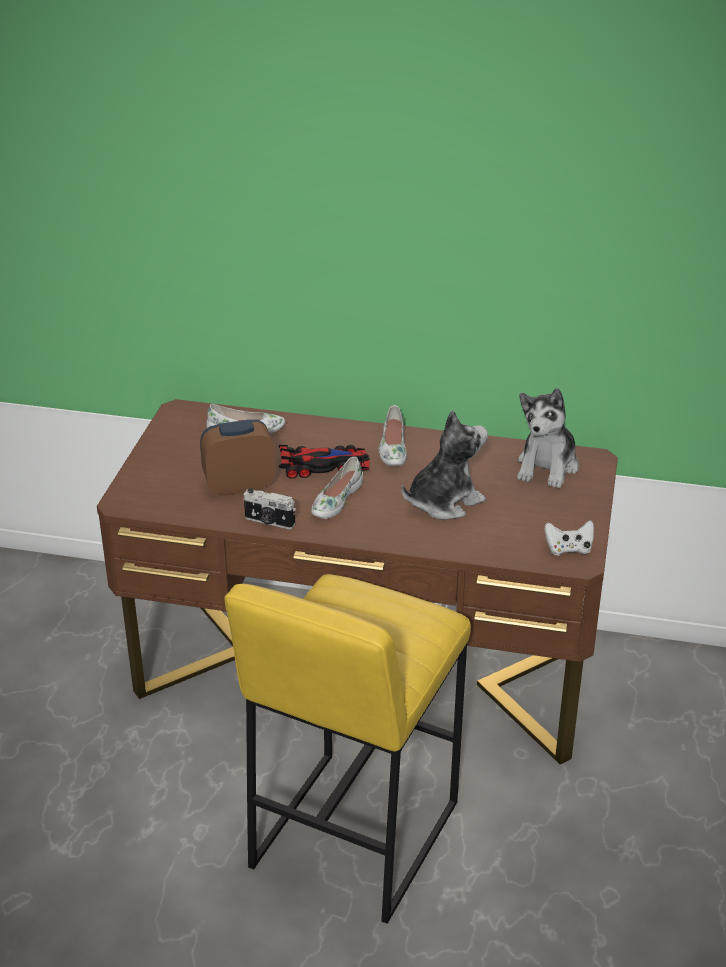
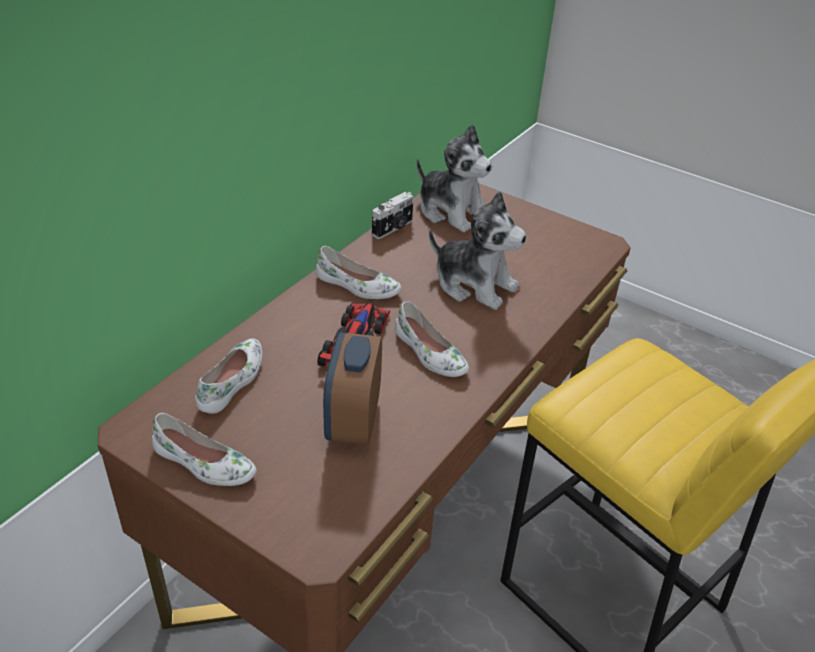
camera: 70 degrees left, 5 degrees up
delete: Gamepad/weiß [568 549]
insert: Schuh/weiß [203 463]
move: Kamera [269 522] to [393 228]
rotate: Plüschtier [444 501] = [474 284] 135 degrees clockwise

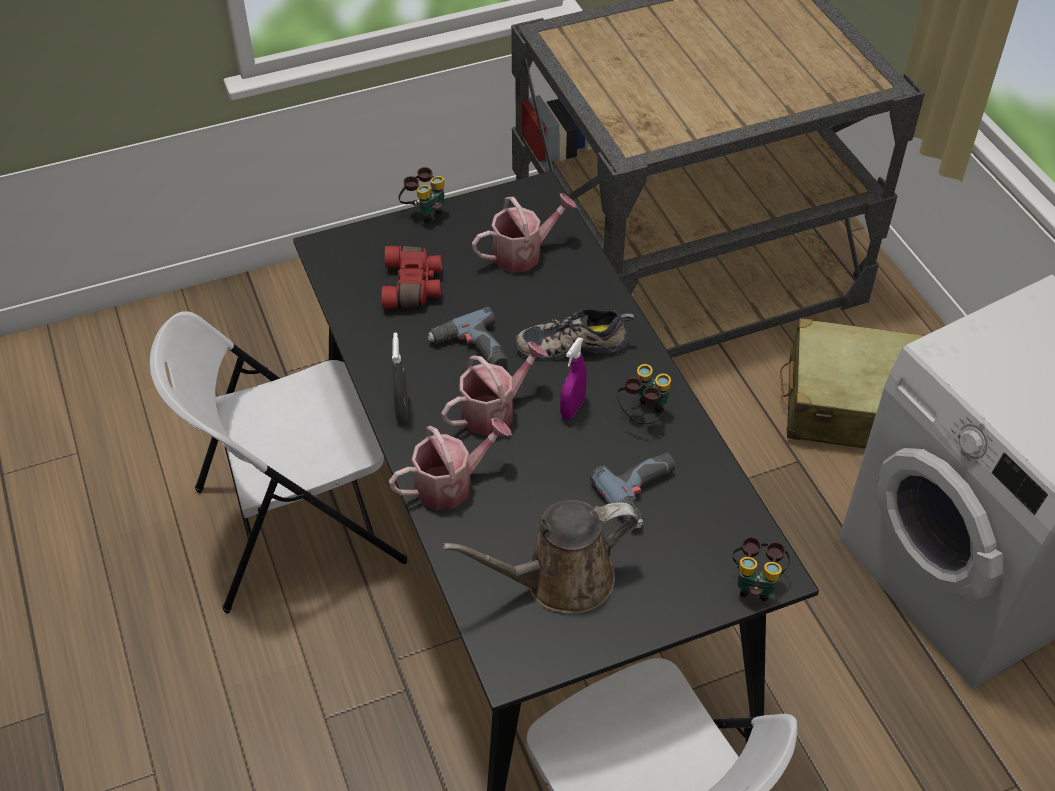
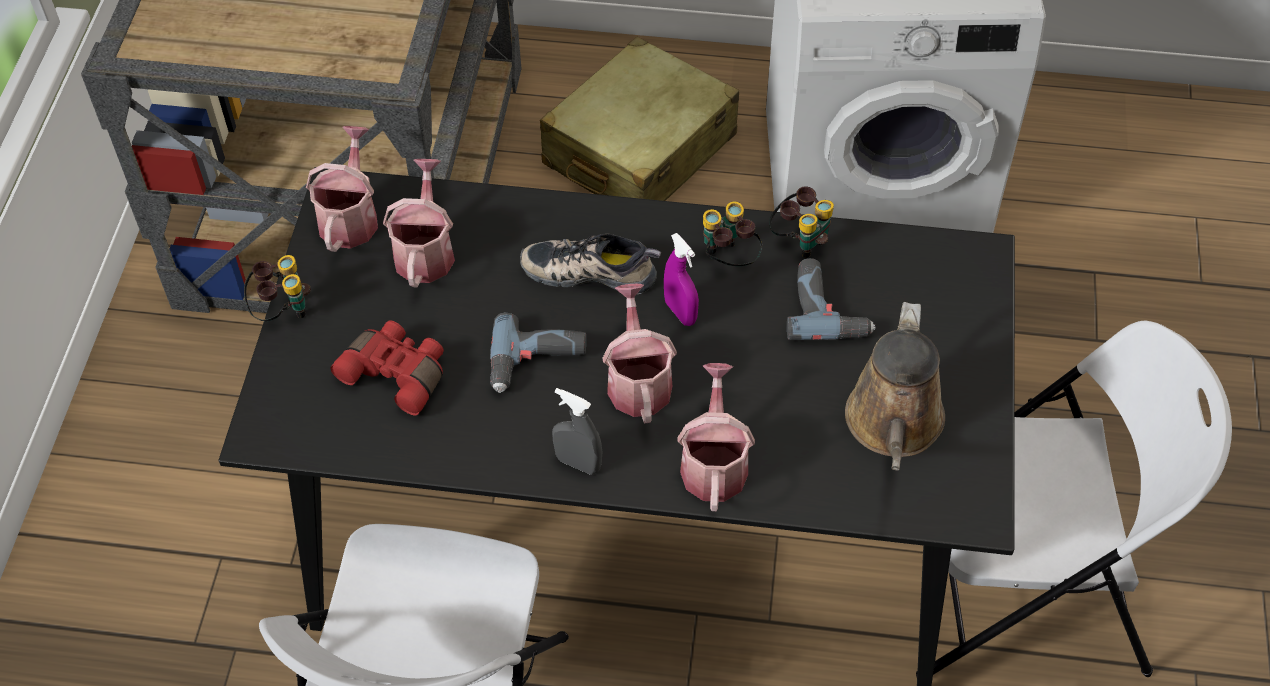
camera: 60 degrees left, 5 degrees up
insert: Gießkanne [350 217]
move: Fernglas [756 583] to [800 240]
rotate: Schuh [573 343] = [591 270] 75 degrees clockwise

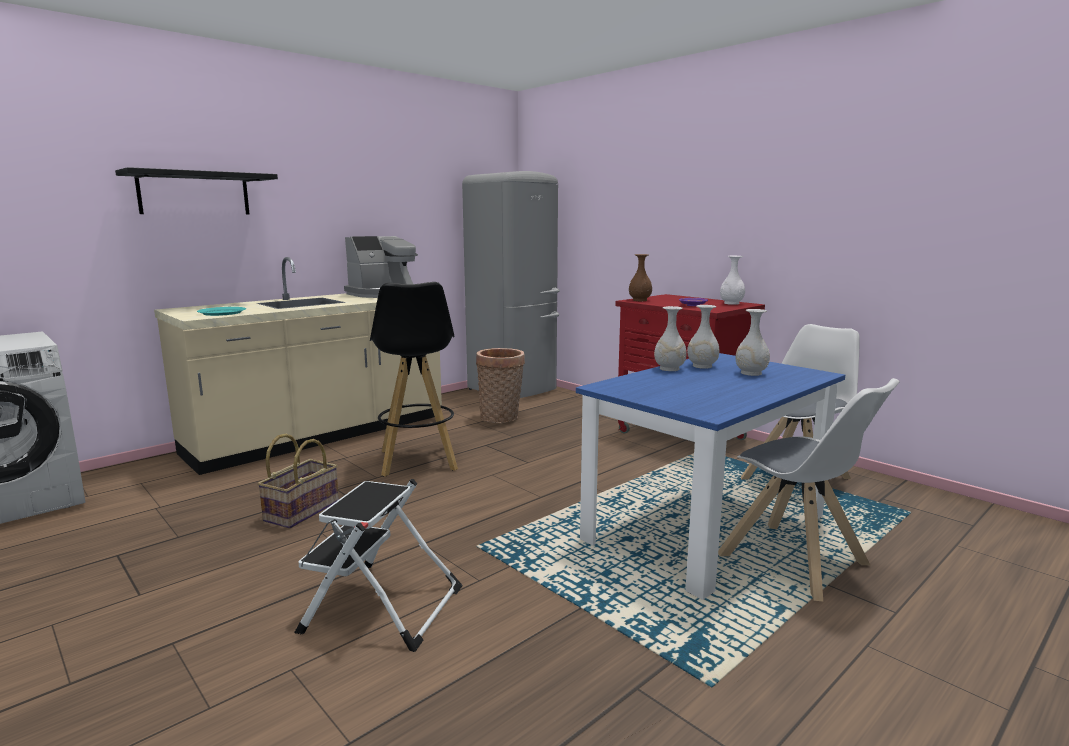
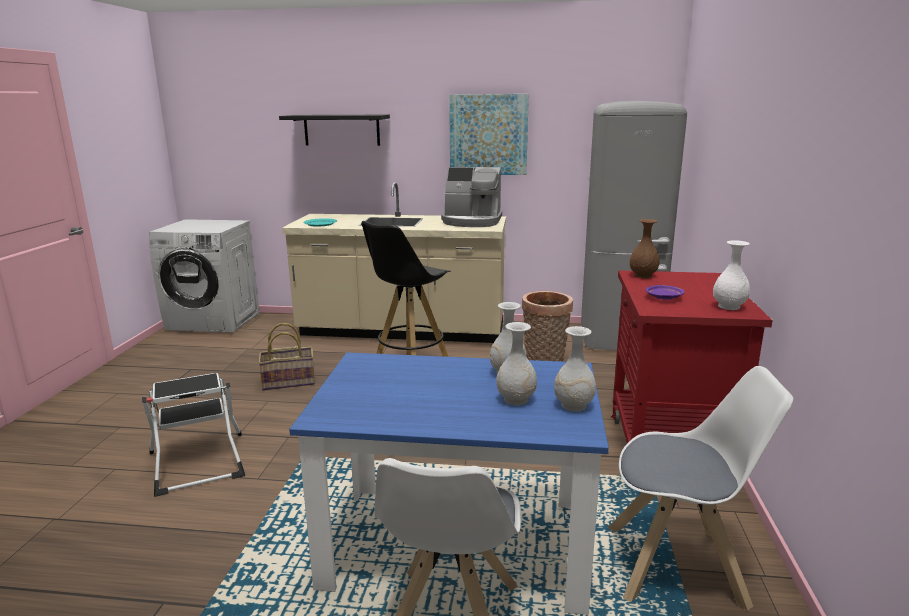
camera: 50 degrees right, 5 degrees up
insert: Bild [488 134]
move: Vase/weiß [669 369] to [573 405]

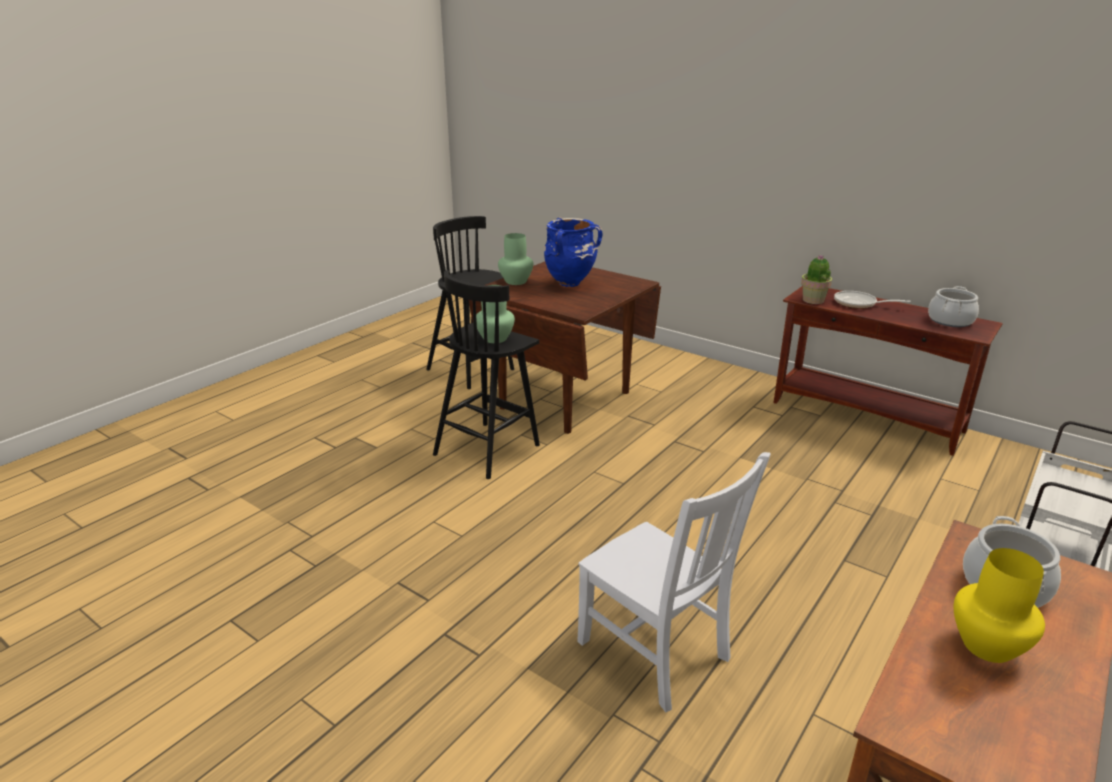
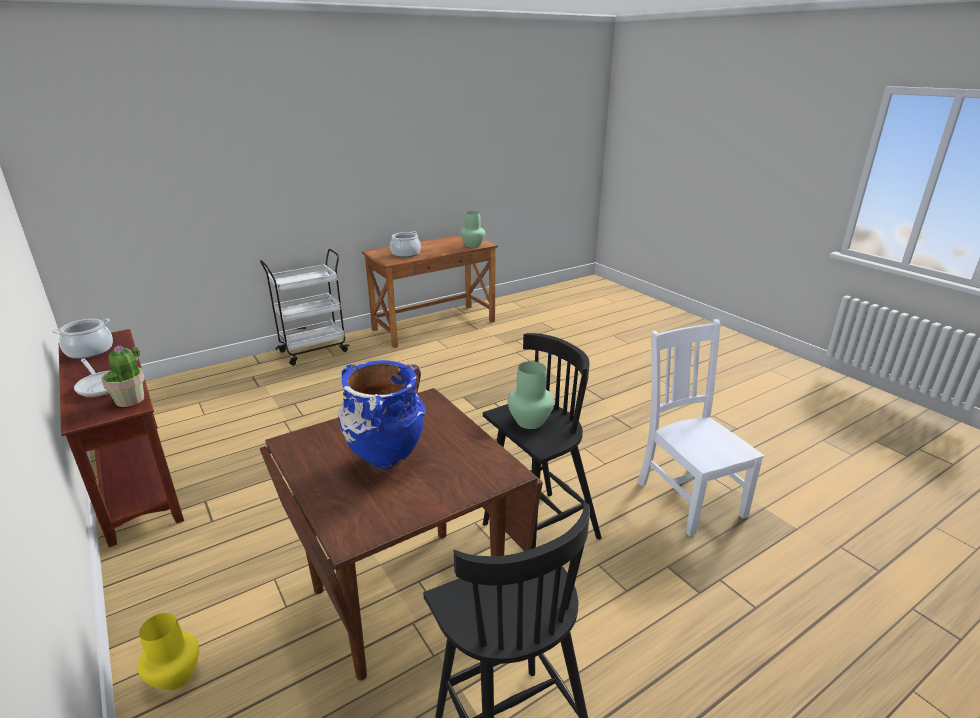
camera: 160 degrees left, 0 degrees up
move: Vase/gelb [987 644] to [175 676]; Vase/grün [515 282] to [473 245]; Stuhl/weiß [657 653] to [688 496]

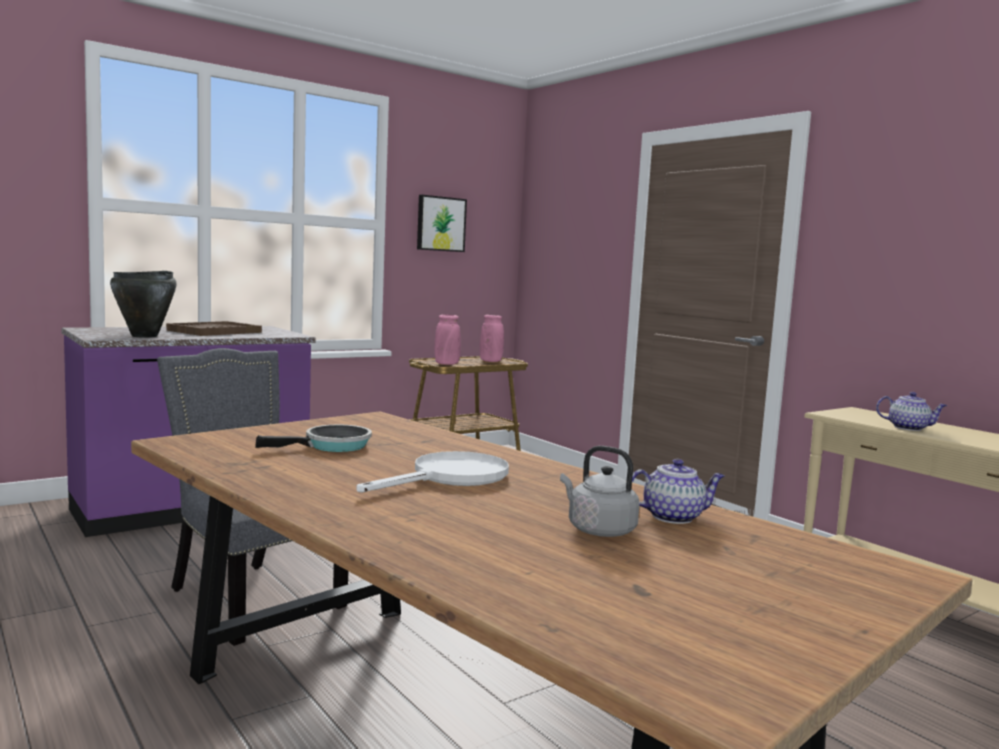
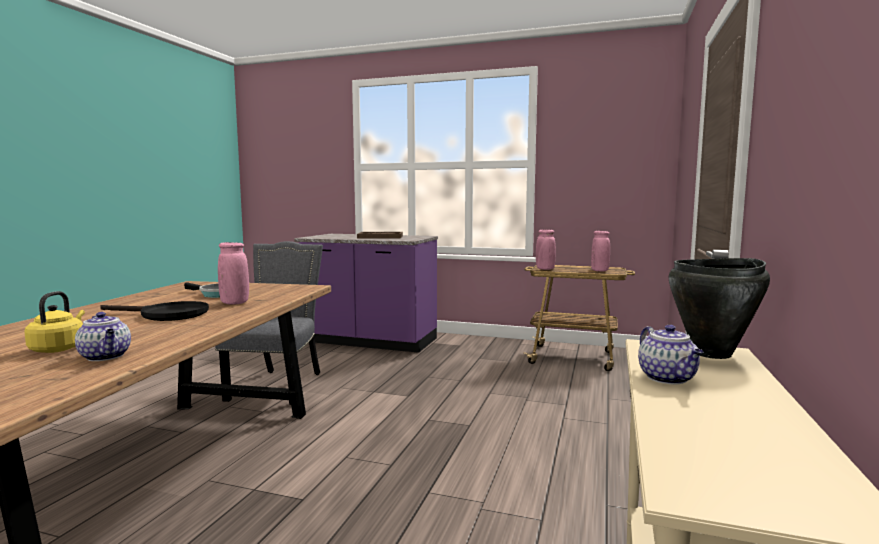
camera: 55 degrees right, 0 degrees up
delete: Bild [440 224]
insert: Vase/rosa [234 303]
move: Kochtopf/schwarz [145 336] to [713 354]
recolor: Wasserkessel/grau [598 530] to Wasserkessel/gelb [59 348]; Pfanne/weiß [450 478] to Pfanne/schwarz [166 315]

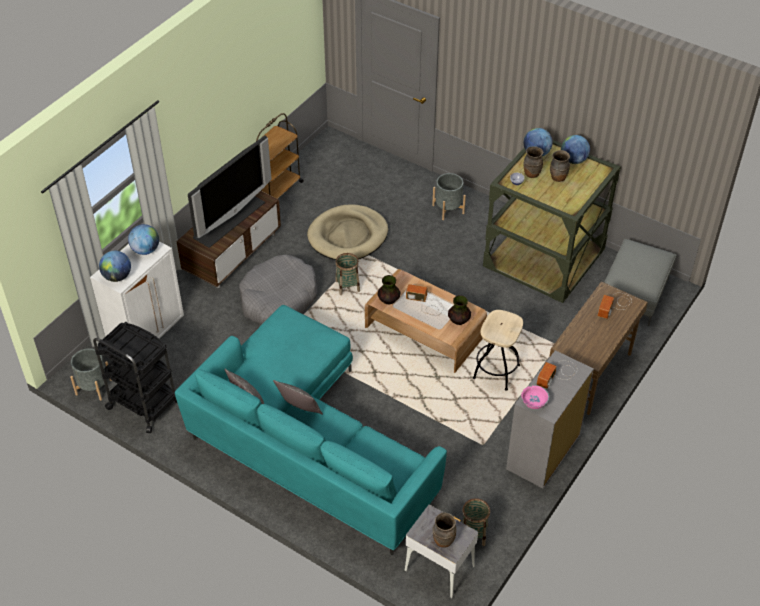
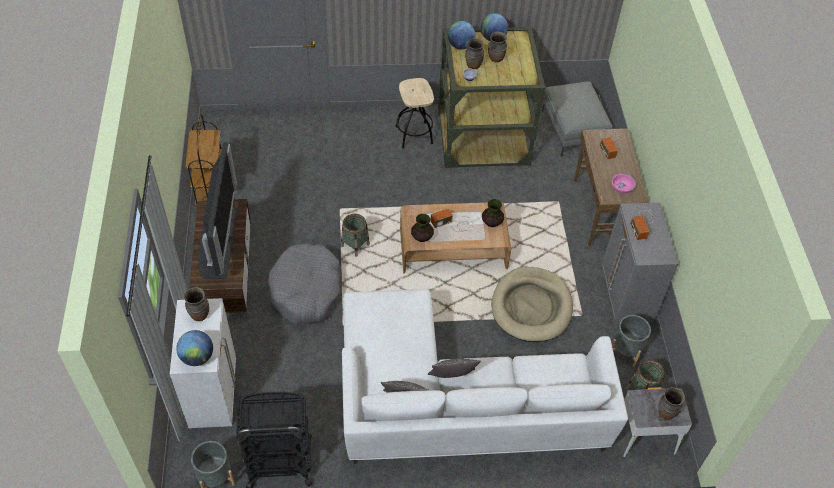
camera: 40 degrees left, 5 degrees up
move: Hocker/beige [496 371] to [414 134]; Hundebett/beige [348 236] to [531 307]; Schüssel/rosa [534 402] to [621 188]; Pflanzkübel/grau [448 209] to [626 350]
replace: Globus [146 250] to Vase/braun [199 315]
recolor: Sofa/türkis [307 445] to Sofa/weiß [454 404]

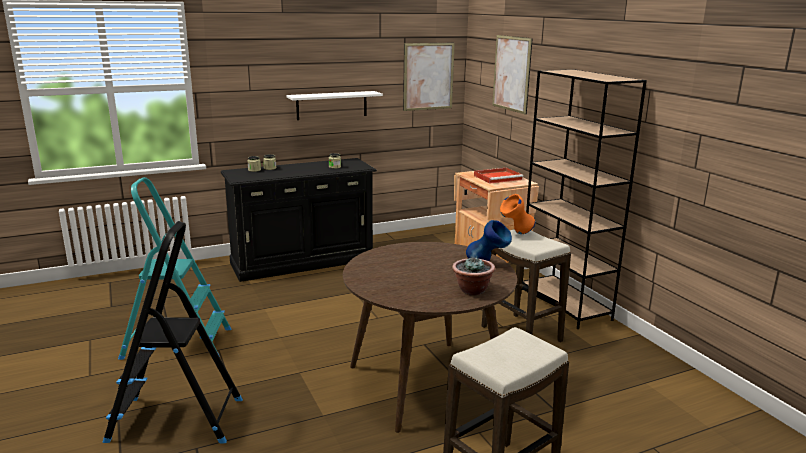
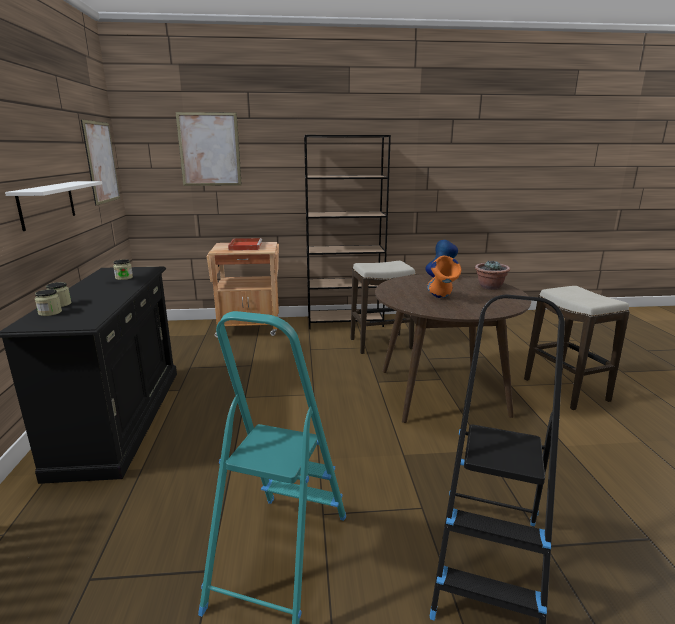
camera: 70 degrees left, 0 degrees up
move: Vase/orange [516 234] to [441 299]

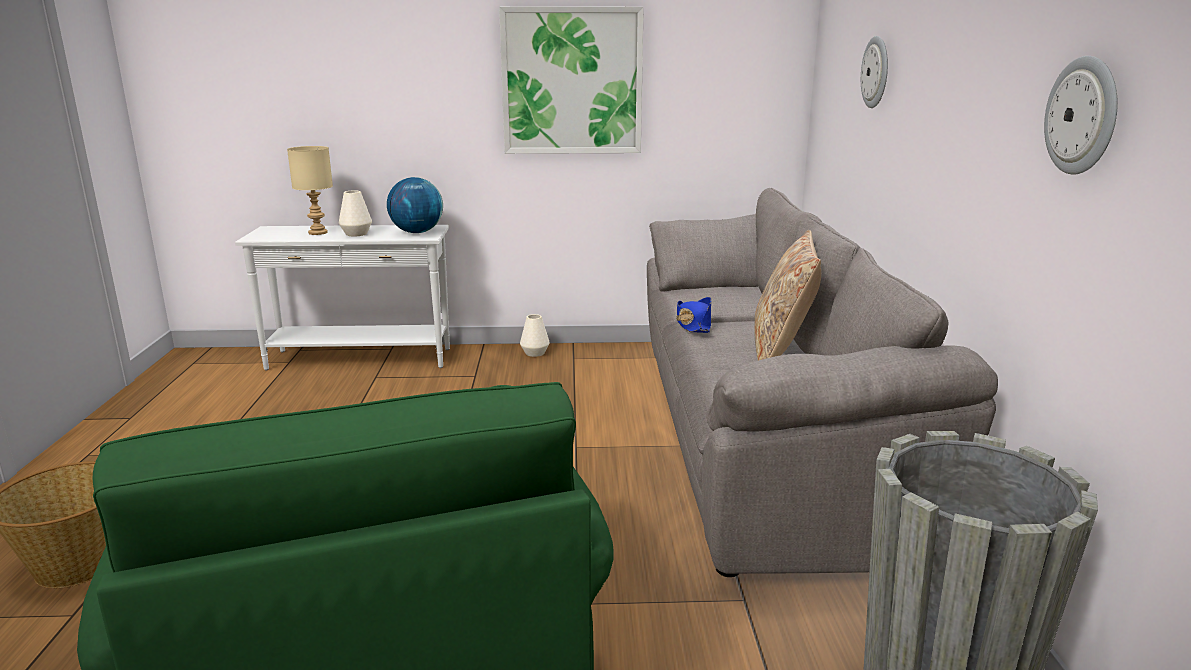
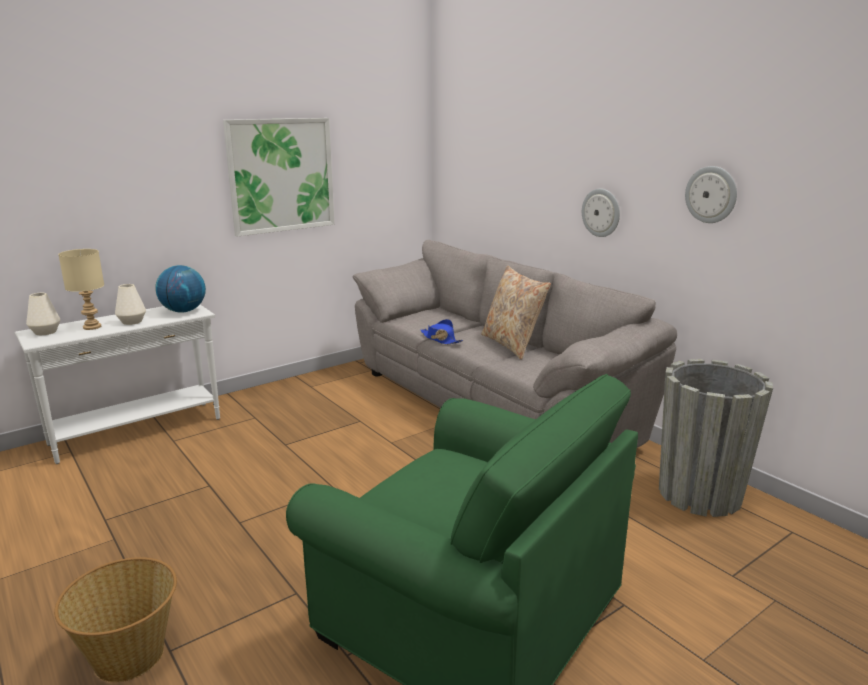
camera: 35 degrees left, 0 degrees up
move: Vase/weiß [535 353] to [45 332]; Wanduhr [876 72] to [601 212]

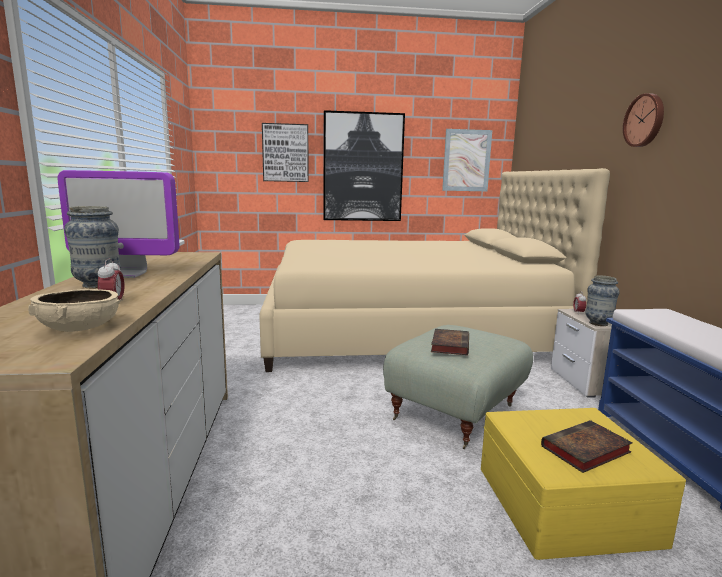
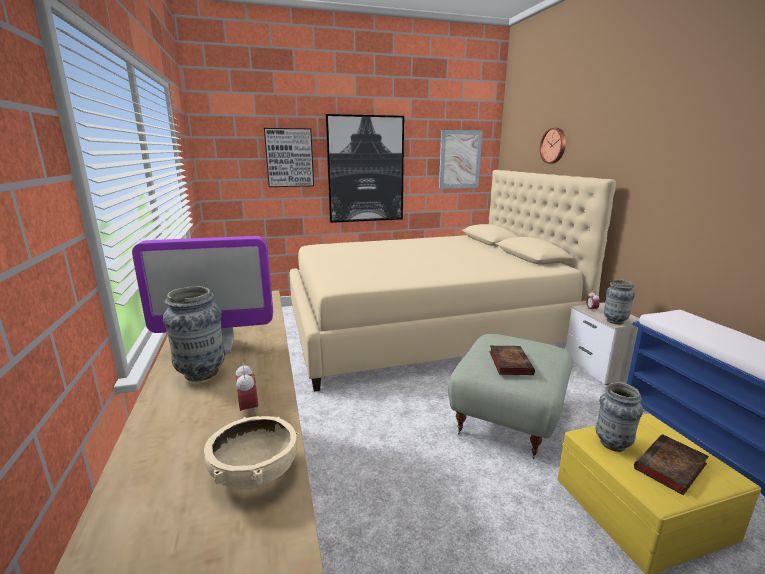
camera: 10 degrees left, 5 degrees up
insert: Vase [612 444]
move: Wanduhr [645 120] to [554 145]

